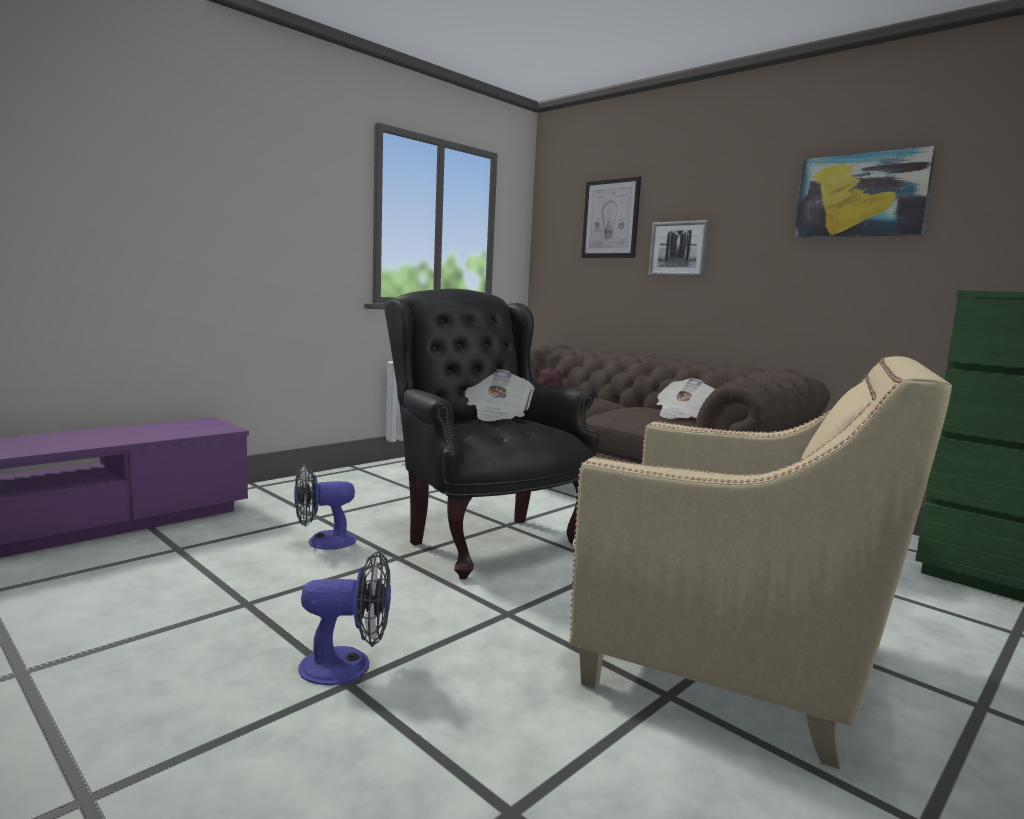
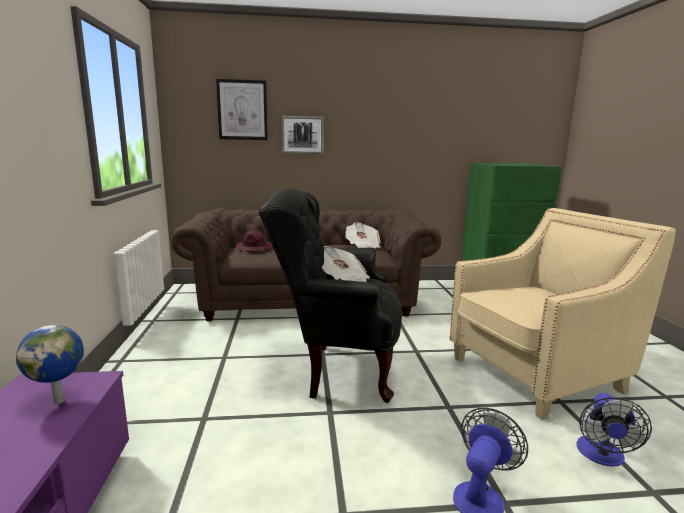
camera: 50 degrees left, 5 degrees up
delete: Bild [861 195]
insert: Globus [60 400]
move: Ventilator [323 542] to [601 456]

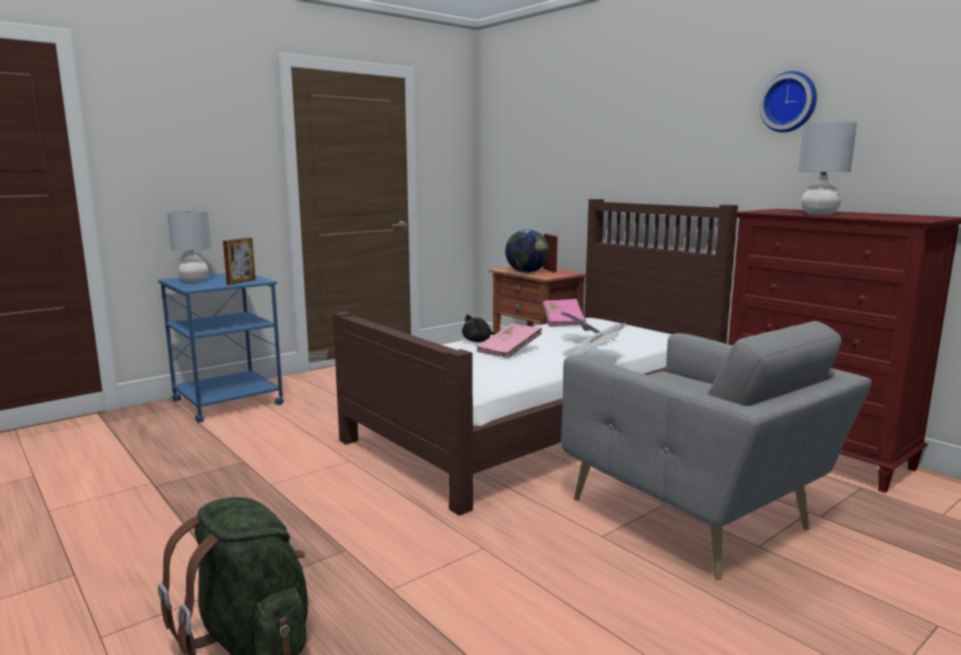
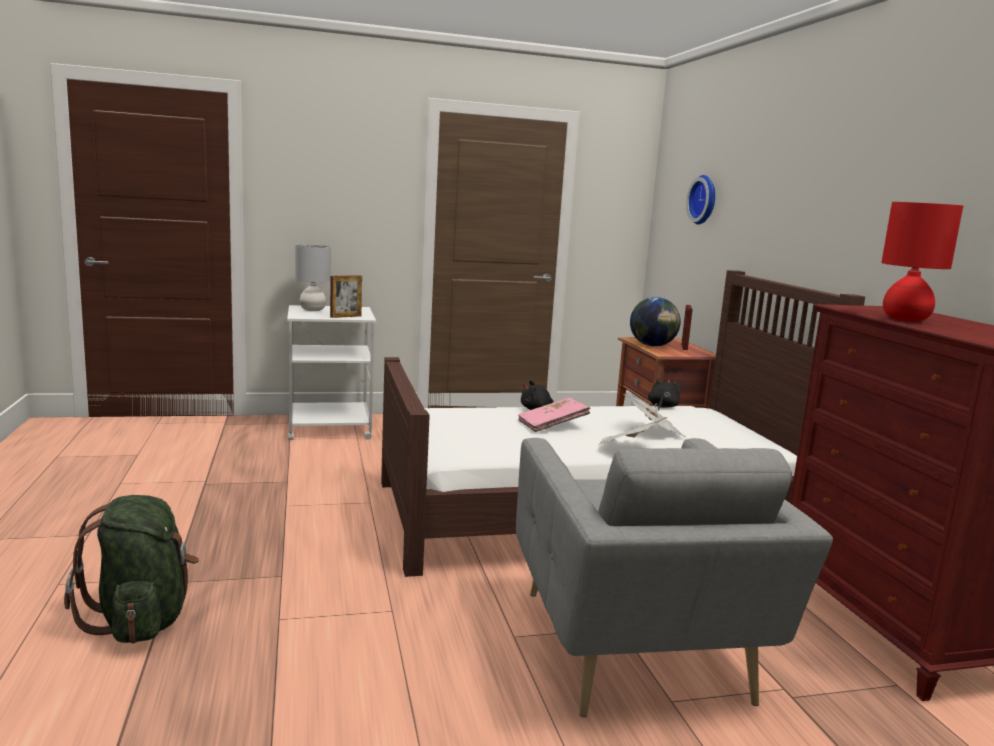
camera: 25 degrees right, 0 degrees up
move: Wanduhr [789 102] to [705 200]
replace: Buch/rosa [563 321] to Plüschtier/schwarz [662 406]
recolor: Rollwagen/blau [229 402] to Rollwagen/weiß [331 427]; Tischlampe/grau [818 214] to Tischlampe/rot [905 319]

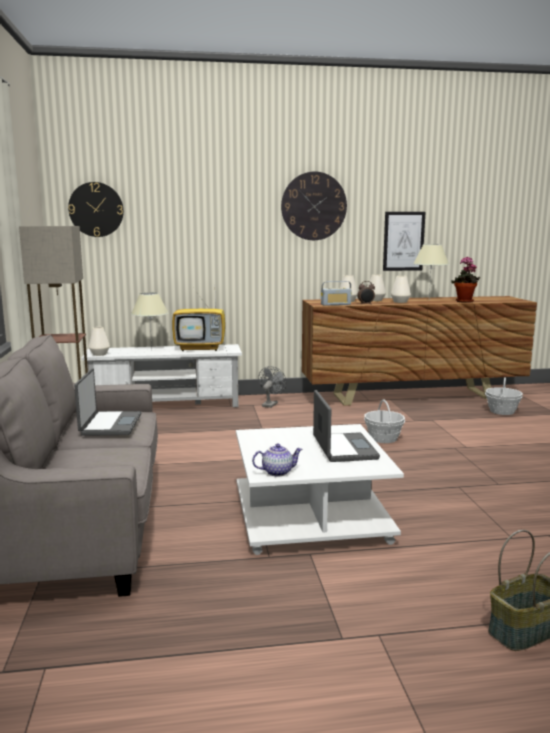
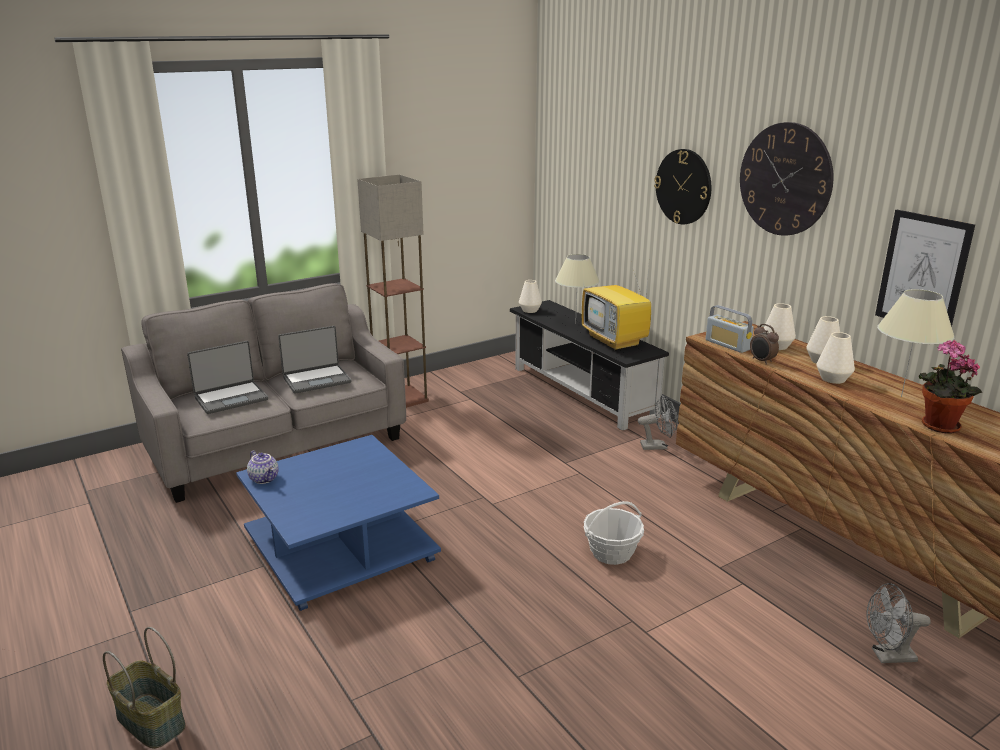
camera: 65 degrees right, 10 degrees up
move: Laptop [343 448] to [231 398]; Wanduhr [96 209] to [683 186]
replace: Korb [502 411] to Ventilator/grau [887 656]
recolor: Couchtisch/weiß [309 516] to Couchtisch/blau [342 547]; Fernsehschrank/weiß [166 405] to Fernsehschrank/schwarz [581 392]

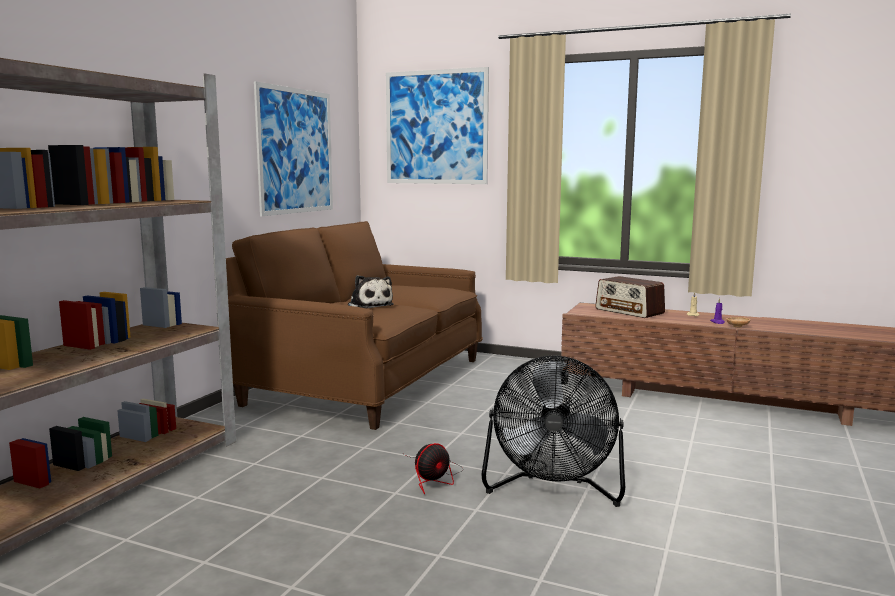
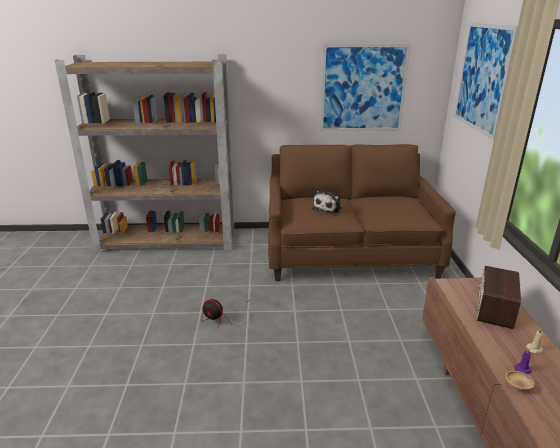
camera: 65 degrees right, 15 degrees up
delete: Ventilator/schwarz [548 487]

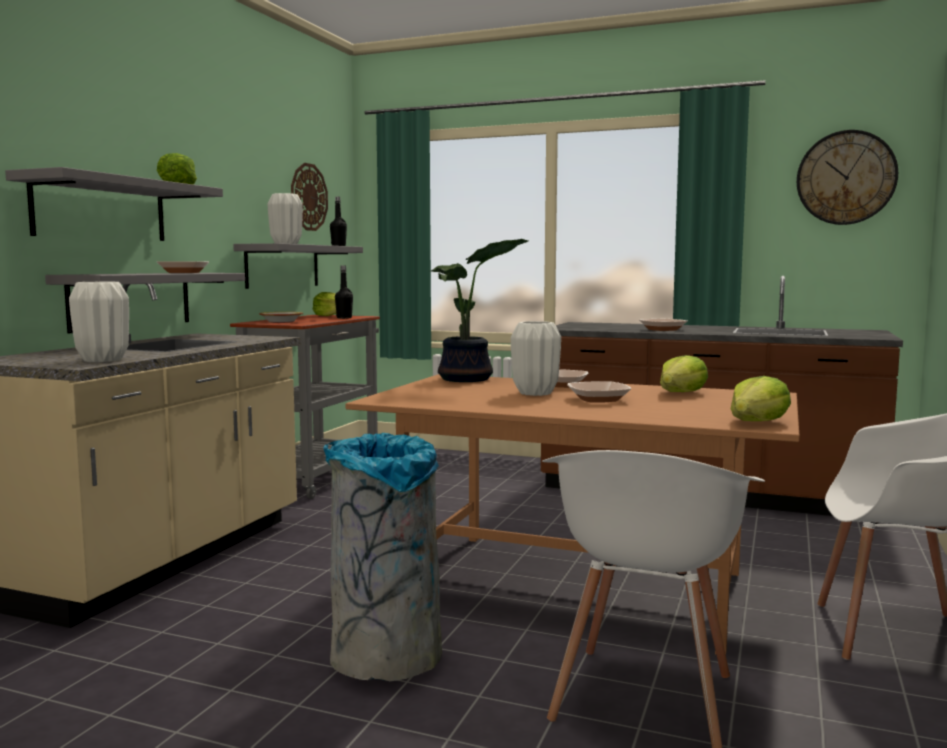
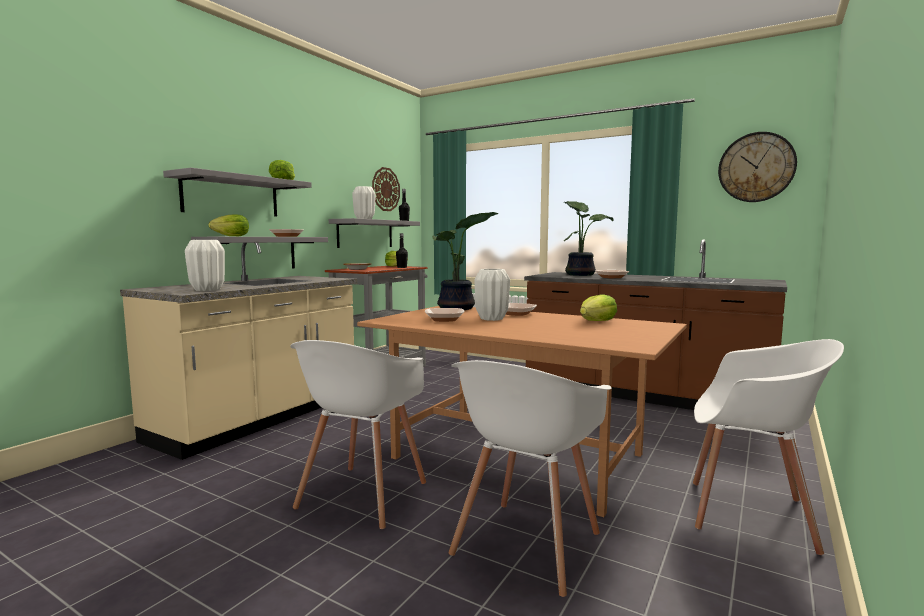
camera: 10 degrees right, 0 degrees up
insert: Topfpflanze [580 274]
move: Salatkopf [757 422] to [232 236]; Schüssel [598 399] to [444 320]
replace: Mülleimer/grau [385 657] to Stuhl/weiß [362 496]

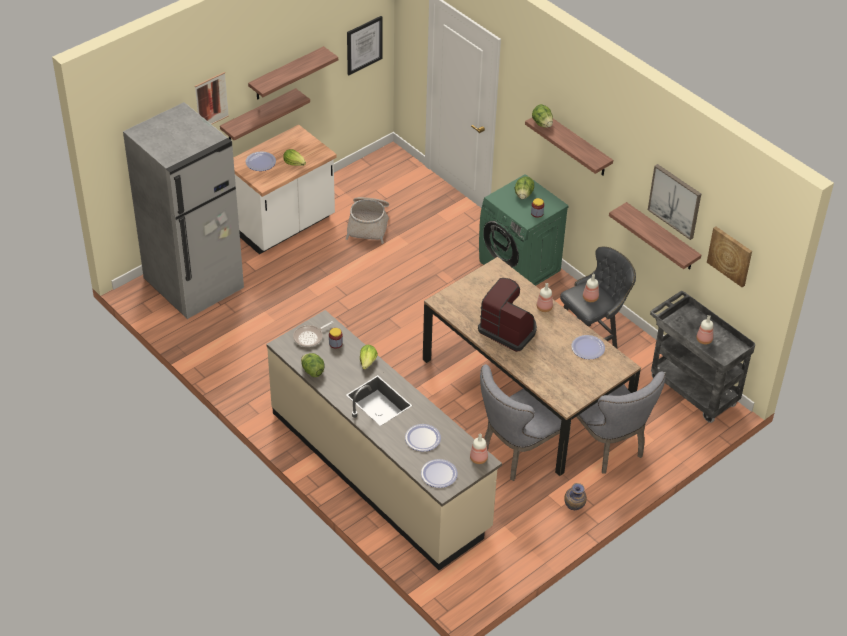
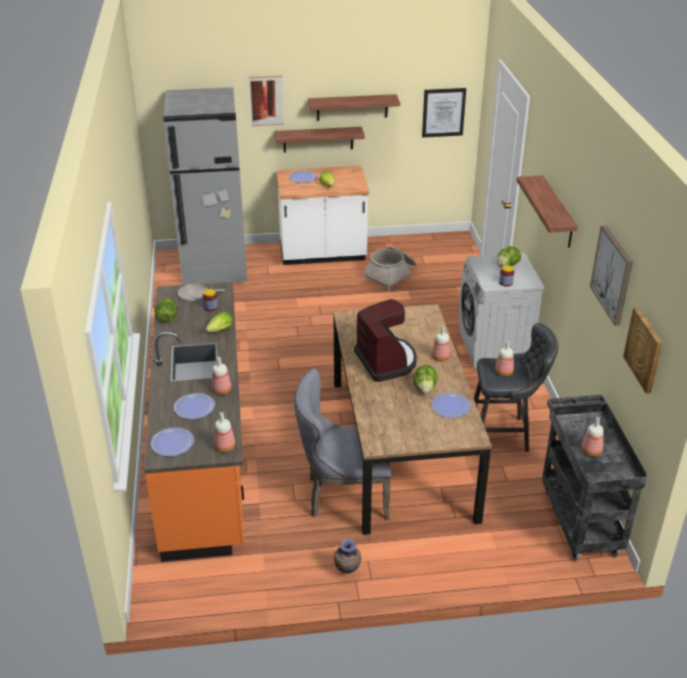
camera: 35 degrees right, 10 degrees down
delete: Stuhl/grau [608 447]; Wandregal [661 237]
insert: Flasche [222 391]
move: Salatkopf [542 124] to [425 389]
recolor: Küchenzeile/beige [380 470] to Küchenzeile/orange [204 451]; Waschmaschine/grün [519 267] to Waschmaschine/weiß [494 350]

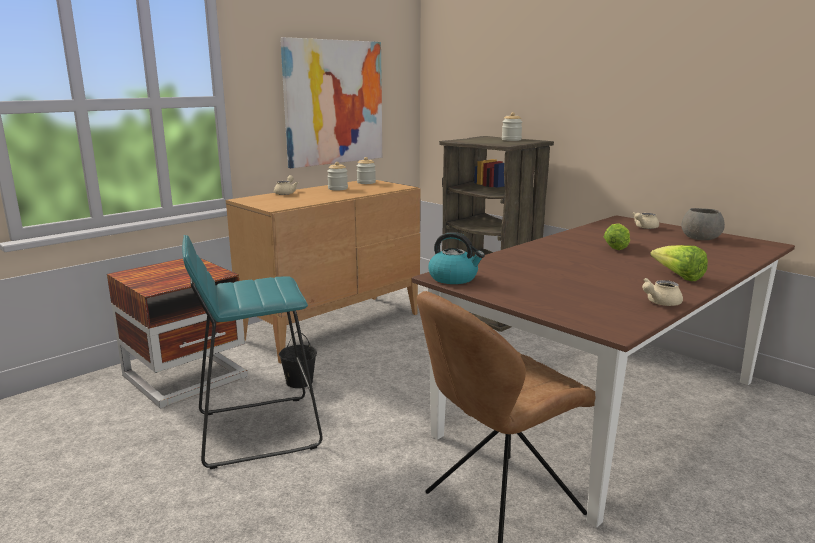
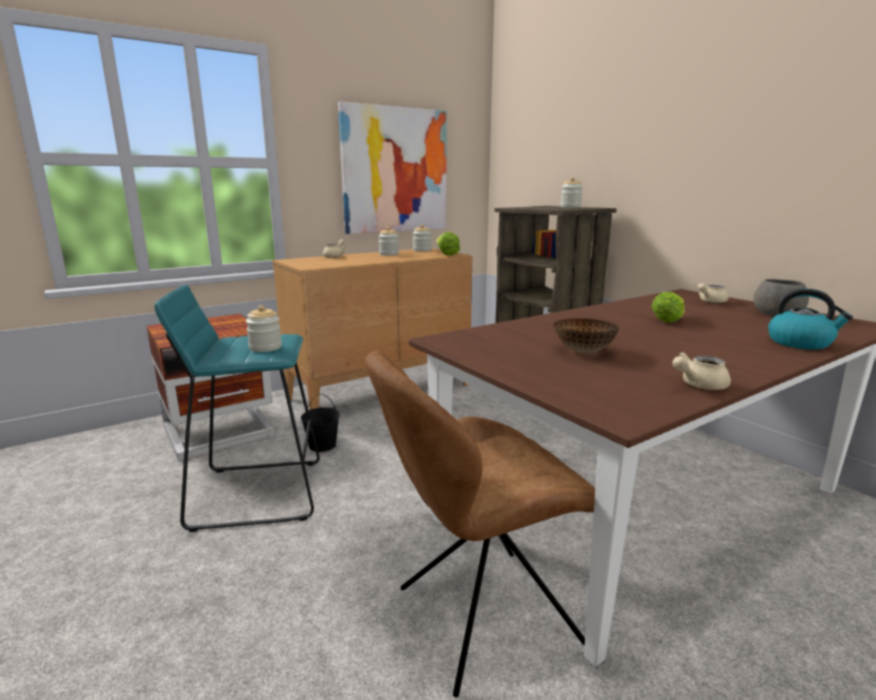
camera: 10 degrees right, 0 degrees up
insert: Vorratsglas [265 347]; Schüssel [584 351]
move: Salatkopf [678 277] to [446 254]; Wasserkessel [454 278] to [800 343]

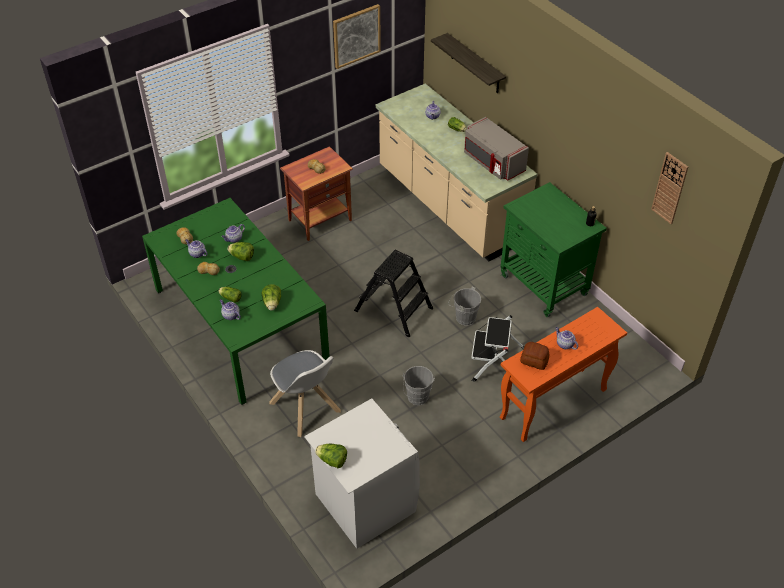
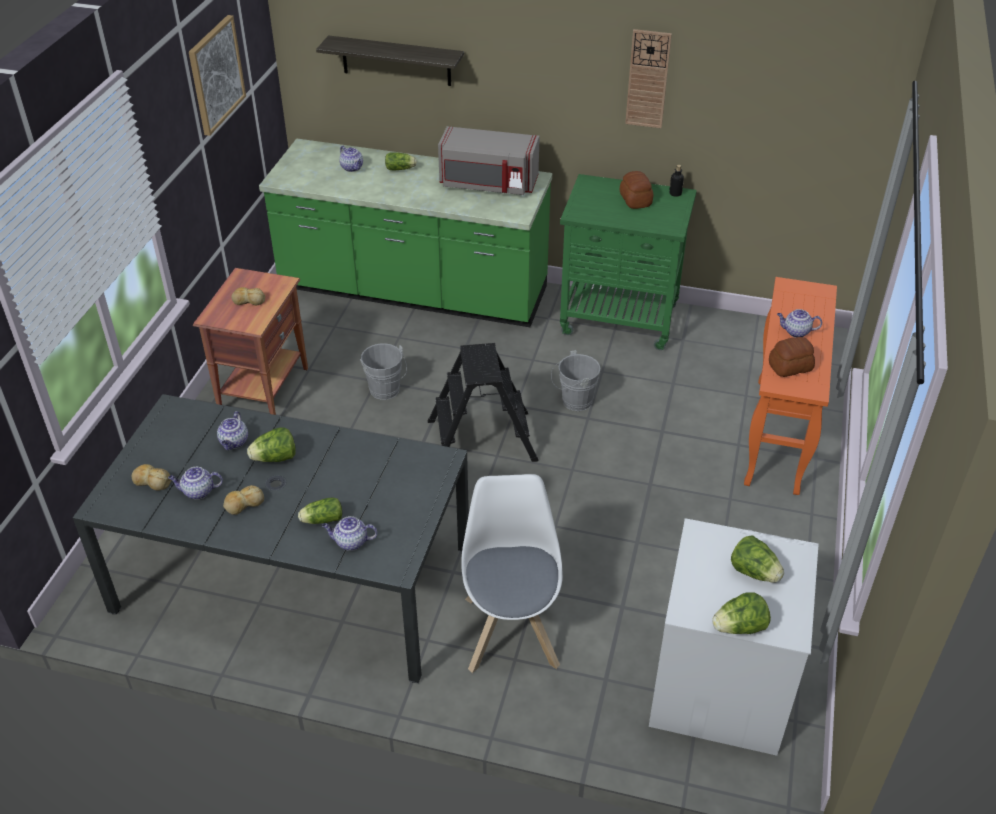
camera: 40 degrees left, 5 degrees down
delete: Trittleiter [498 363]
insert: Brot [635 199]
move: Eimer/grau [417 398] to [386 392]; Wanduhr [670 188] to [648 79]; Salatkopf [272 303] to [754 572]
recolor: Esstisch/grün [239 323] to Esstisch/grau [293 579]; Küchenzeile/beige [449 205] to Küchenzeile/grün [413 291]
rotate: Stuhl [306 409] = [511 628] 105 degrees counterclockwise

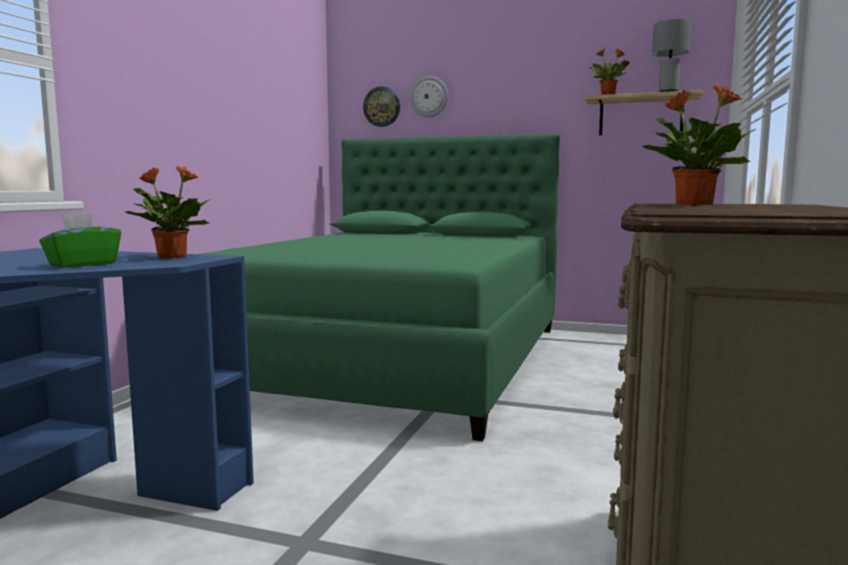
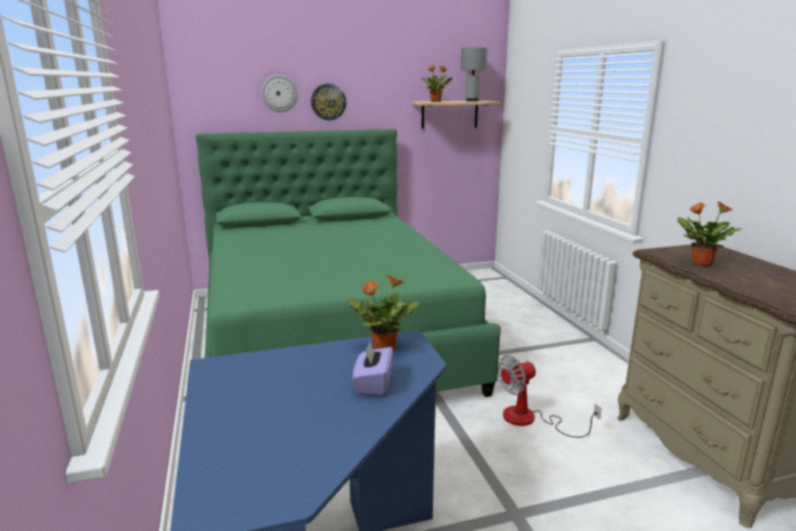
camera: 35 degrees left, 10 degrees up
insert: Ventilator [530 420]
move: Wanduhr [382 107] to [328 102]
recolor: Taschentuchbox/grün [82 264] to Taschentuchbox/lila [373 384]

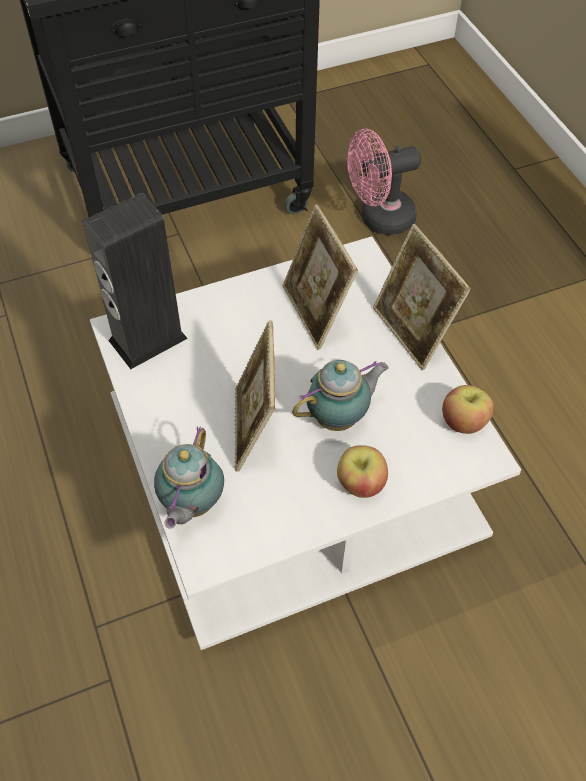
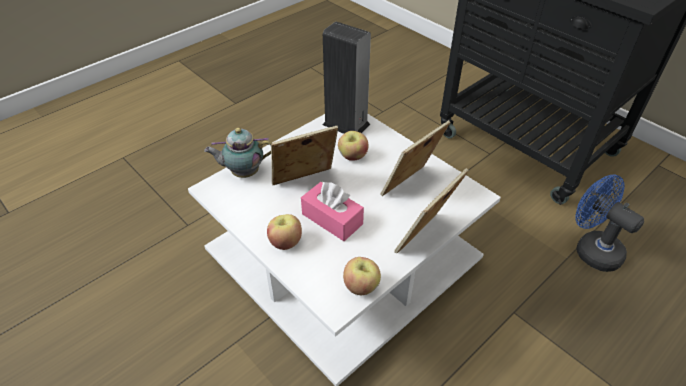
camera: 70 degrees right, 10 degrees down
insert: Apfel [352 156]
replace: Teekanne [339 417] to Taschentuchbox/rosa [332 219]
recolor: Ventilator/rosa [379 219] to Ventilator/blau [591 249]

